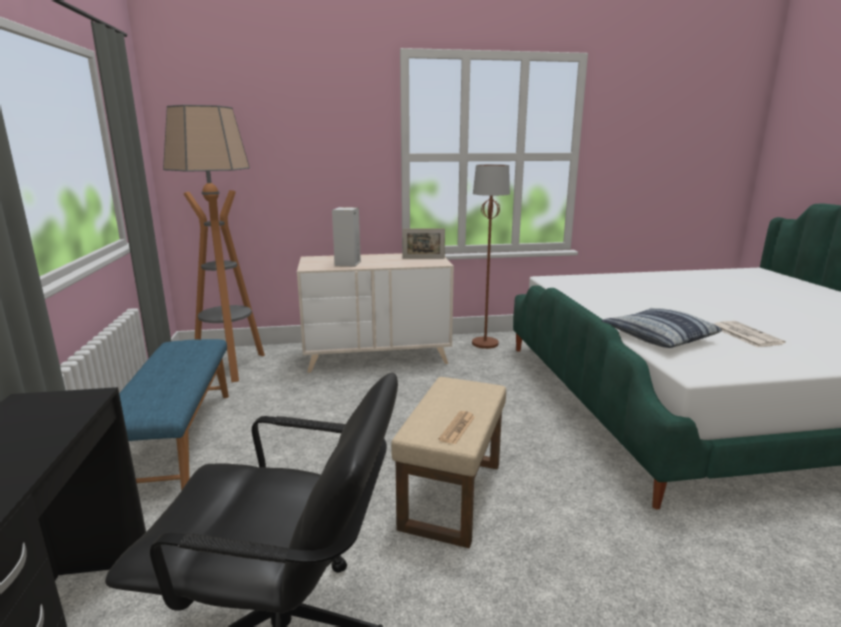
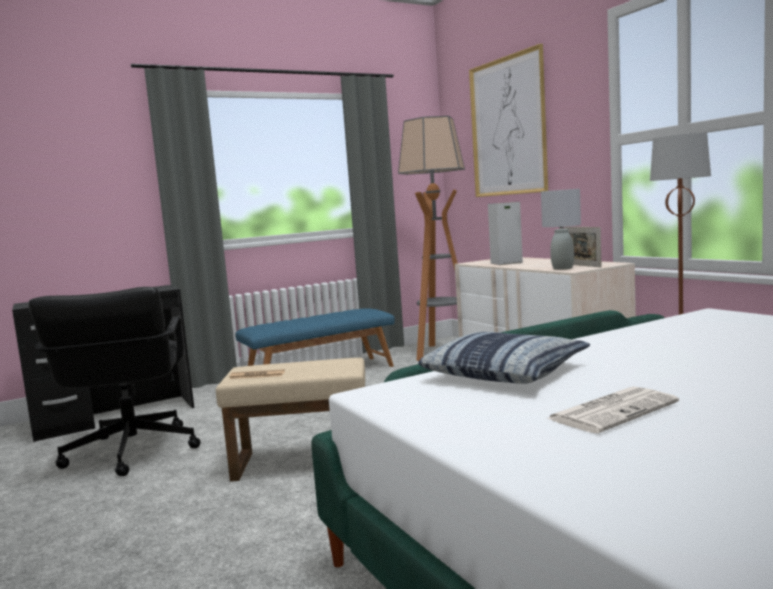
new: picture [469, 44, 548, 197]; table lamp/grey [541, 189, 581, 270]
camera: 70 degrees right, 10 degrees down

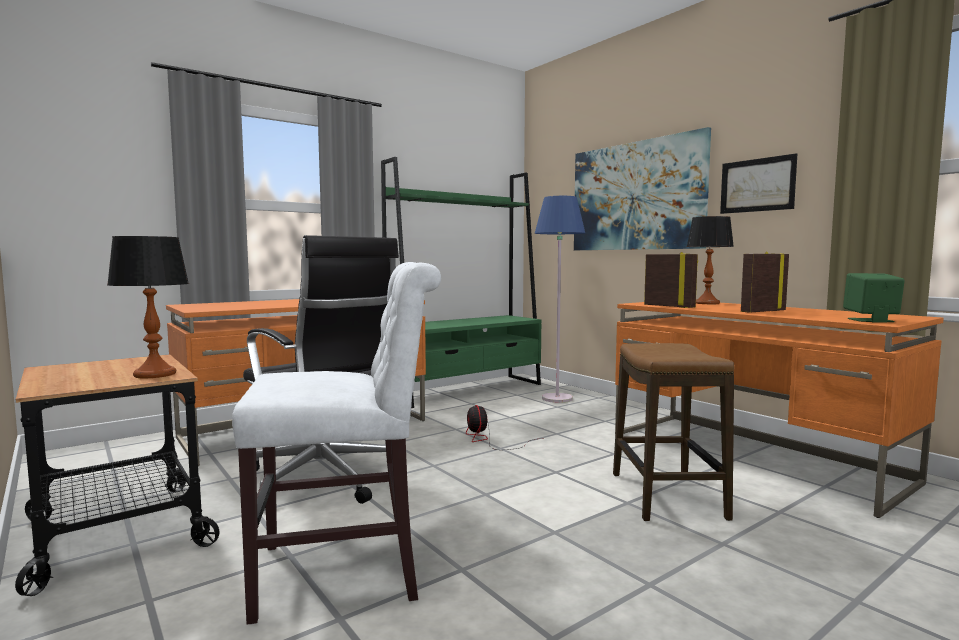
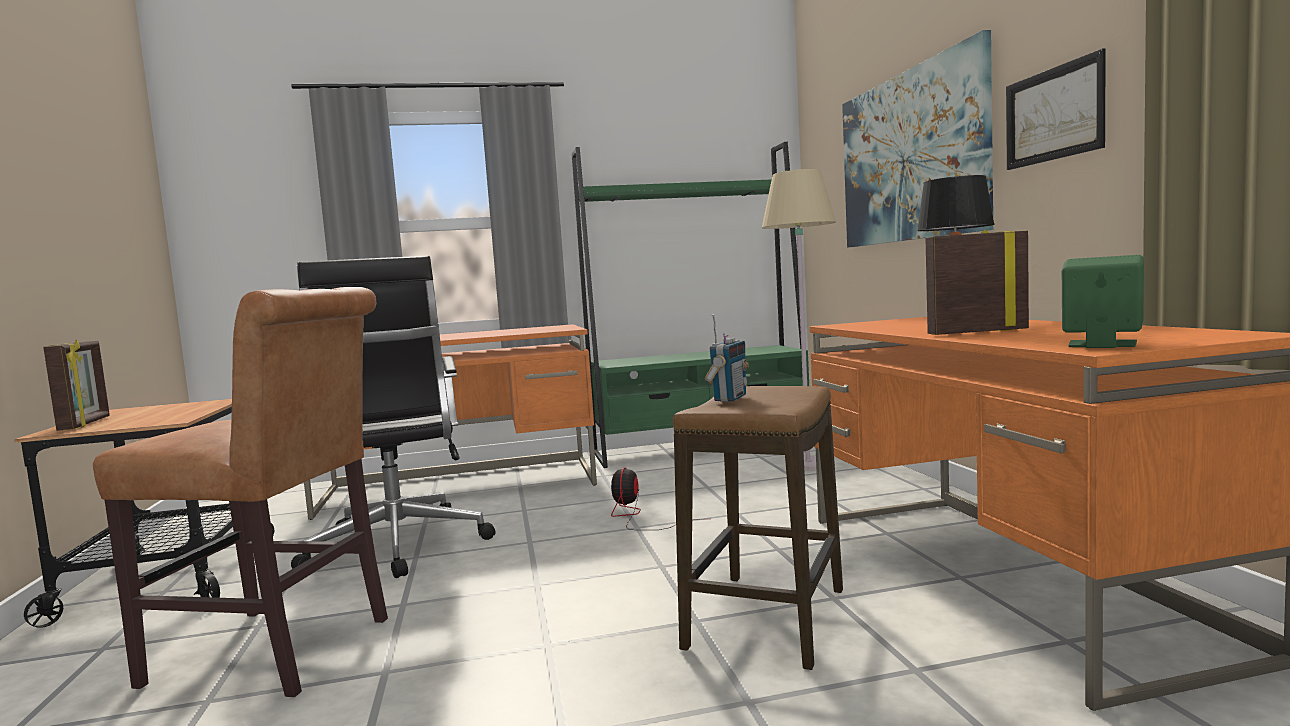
gone: table lamp [107, 236, 189, 378]
new: radio [704, 314, 749, 402]
shifted: picture frame [644, 252, 698, 308] to [43, 340, 110, 431]
repainted: chair/white [232, 262, 441, 625] to chair/brown [93, 287, 388, 698]; floor lamp/blue [535, 196, 585, 403] to floor lamp/beige [762, 169, 836, 471]
camera: 25 degrees right, 0 degrees up

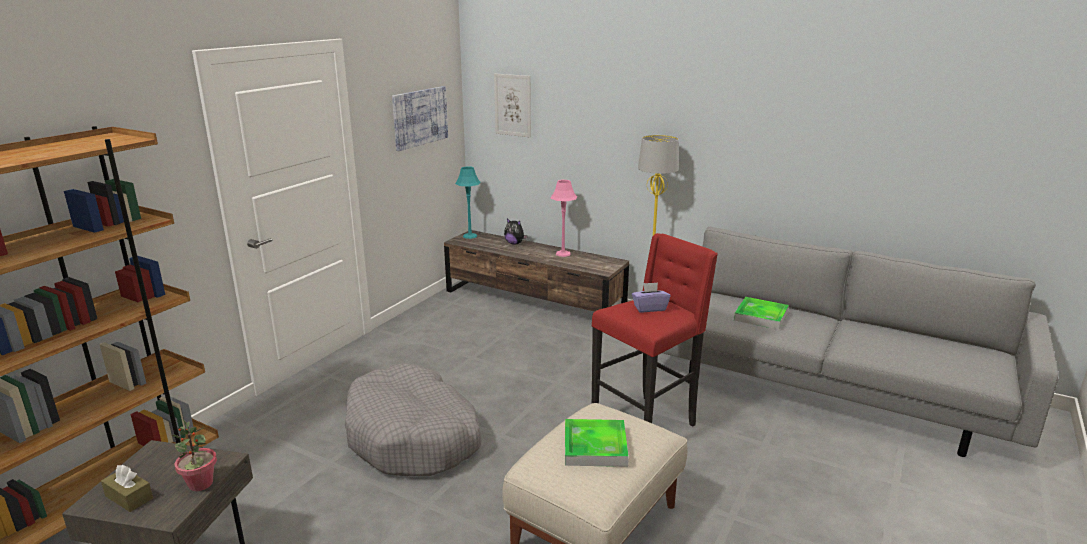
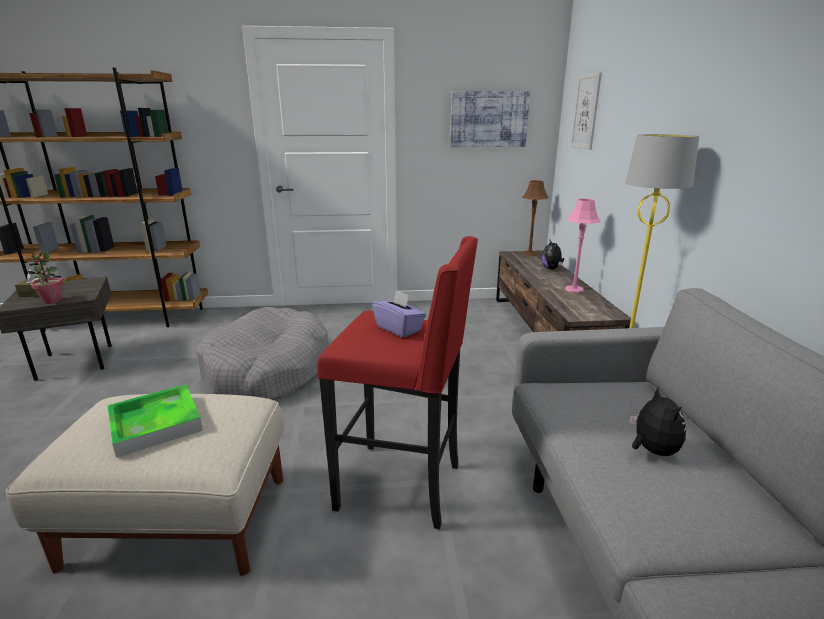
swapped: tray [734, 297, 789, 330] to plush toy [629, 387, 686, 456]
repainted: table lamp/turquoise [455, 166, 481, 239] to table lamp/brown [522, 180, 548, 256]
camera: 55 degrees right, 0 degrees up

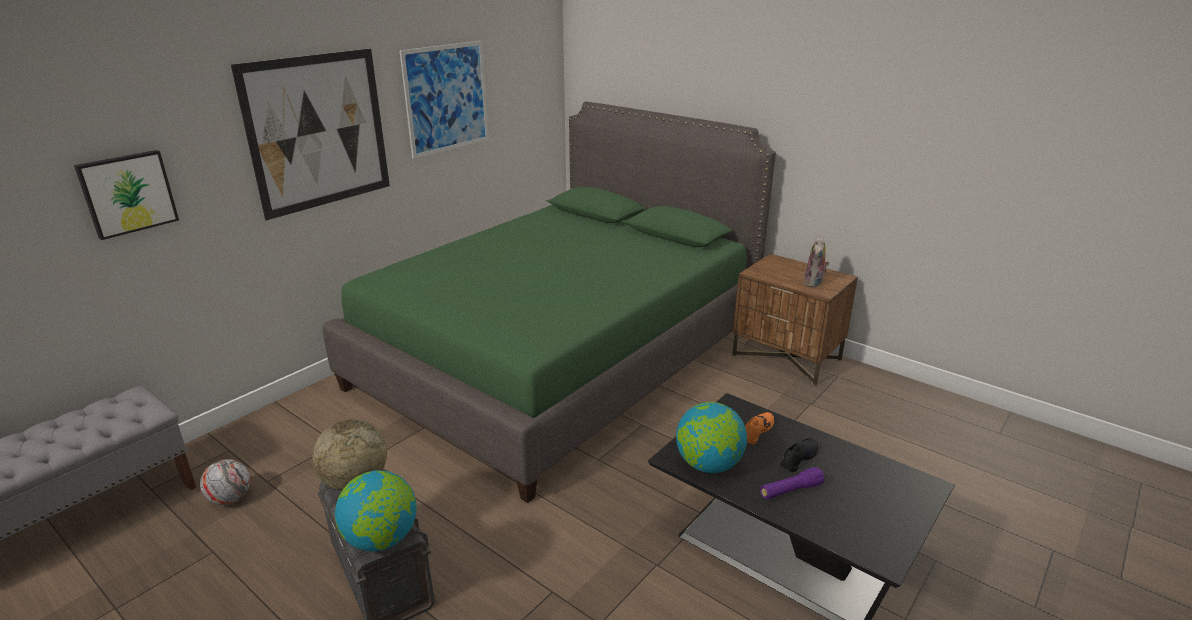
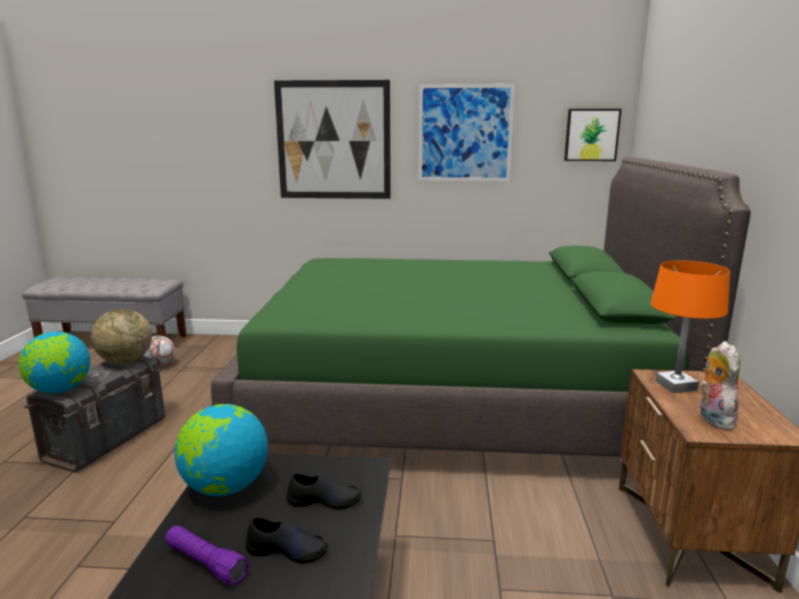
new: table lamp/orange [651, 260, 730, 393]
shifted: picture [74, 150, 179, 240] to [564, 109, 622, 161]
repainted: shoe/orange [745, 412, 774, 444] to shoe/black [286, 474, 362, 510]
rotated: plush toy [803, 237, 829, 288] = [700, 341, 740, 430] 105 degrees clockwise
camera: 55 degrees right, 10 degrees down

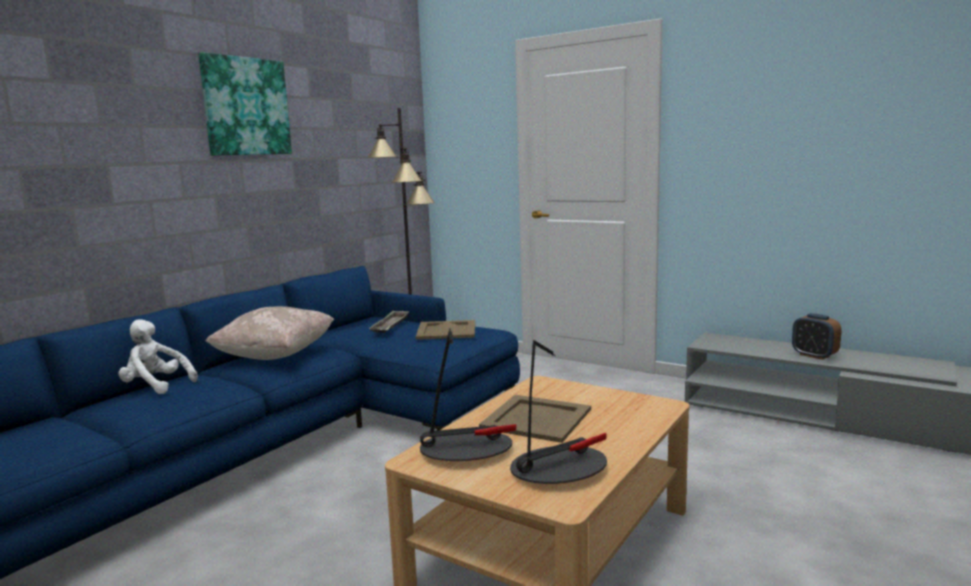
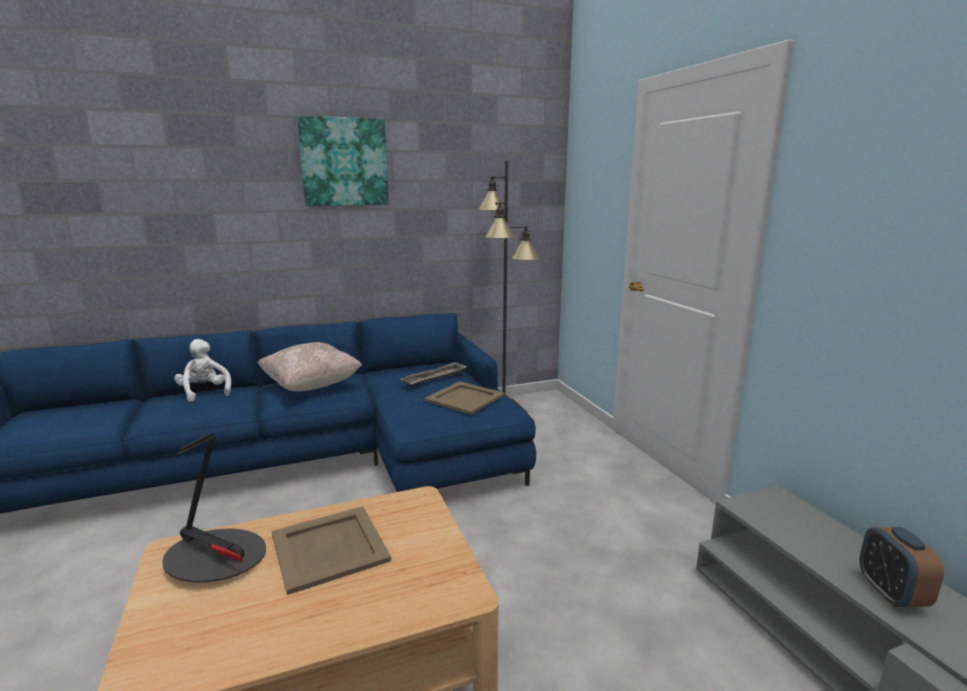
gone: table lamp [510, 340, 607, 484]
camera: 35 degrees right, 5 degrees up

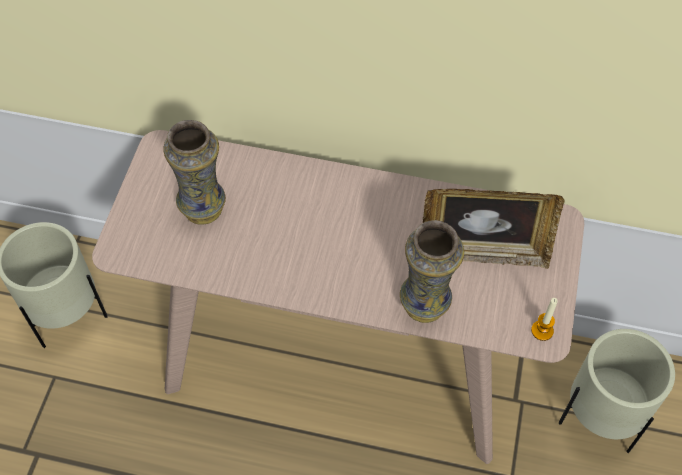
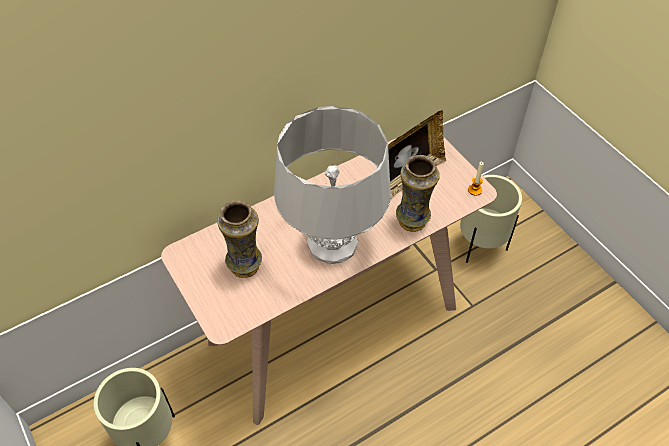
new: table lamp/grey [274, 106, 391, 264]
camera: 45 degrees left, 5 degrees down

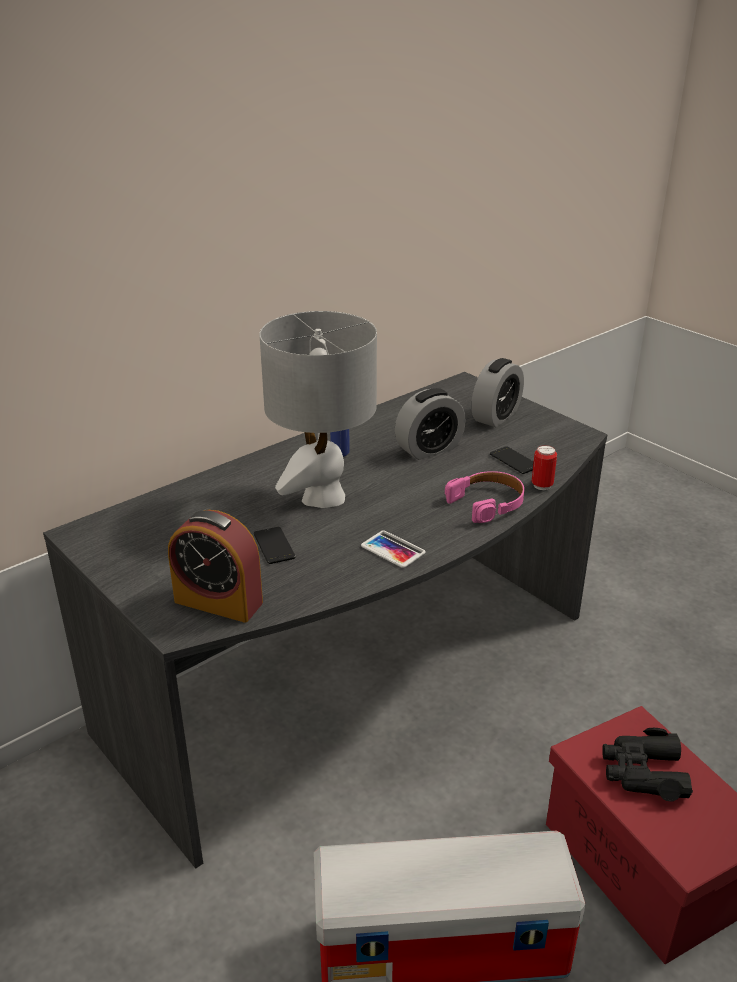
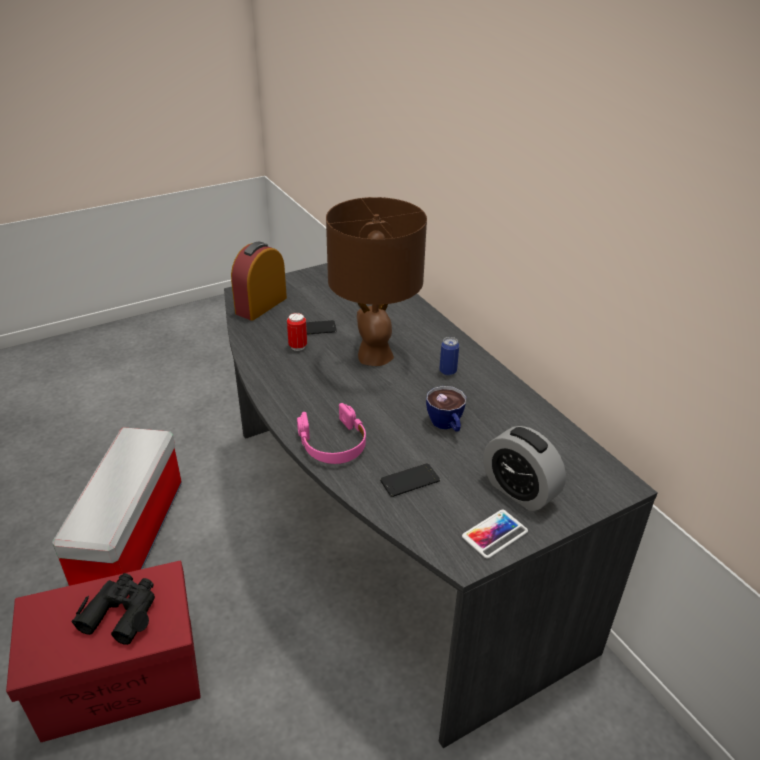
shifted: phone [361, 530, 426, 568] to [462, 510, 528, 559]; can [532, 445, 557, 490] to [287, 313, 307, 351]
swapped: alarm clock [395, 388, 466, 460] to cup [426, 386, 466, 432]
repainted: table lamp/grey [259, 311, 377, 508] to table lamp/brown [326, 197, 427, 366]
camera: 100 degrees right, 5 degrees up

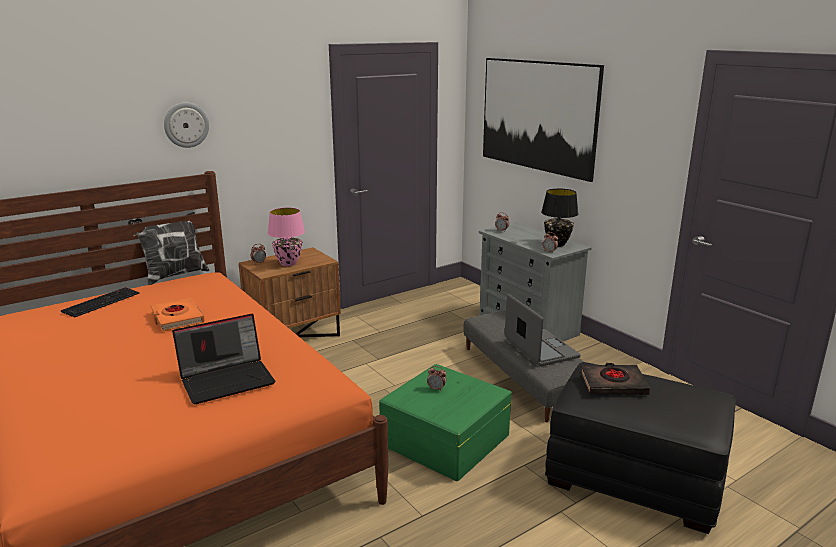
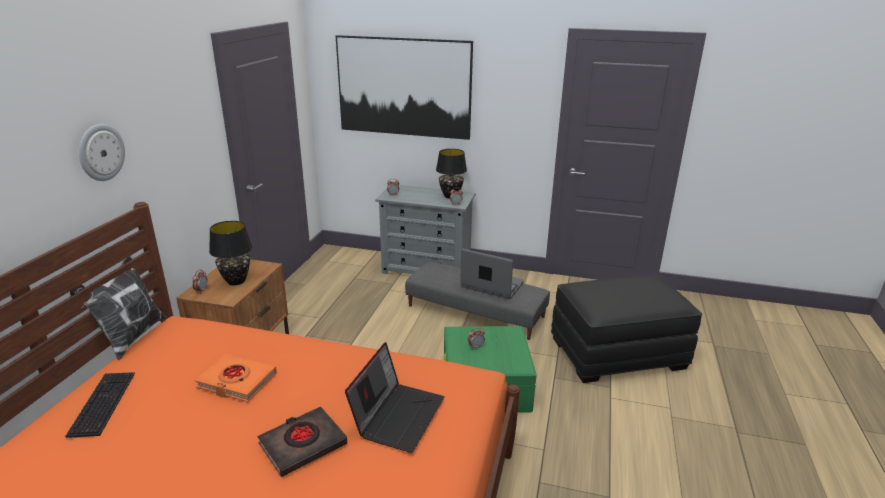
shifted: book/black [581, 363, 650, 395] to [258, 406, 347, 477]
repainted: table lamp/pink [268, 207, 305, 266] to table lamp/black [209, 221, 252, 285]
camera: 40 degrees left, 5 degrees up

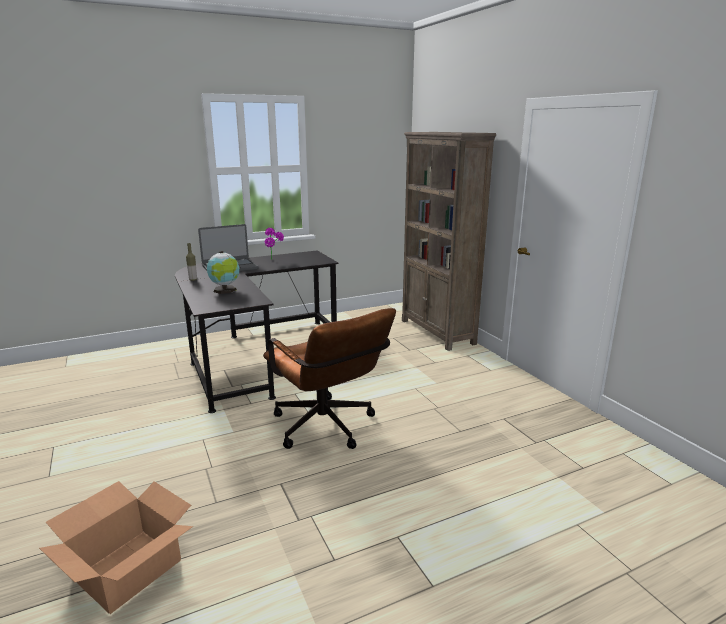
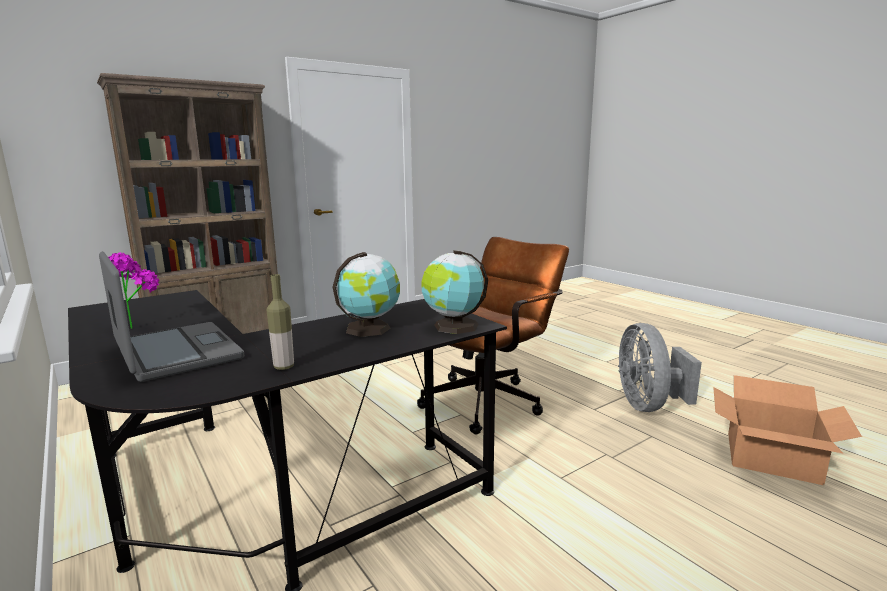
new: globe [421, 250, 488, 334]; fan/grey [618, 323, 702, 412]
camera: 100 degrees left, 5 degrees down

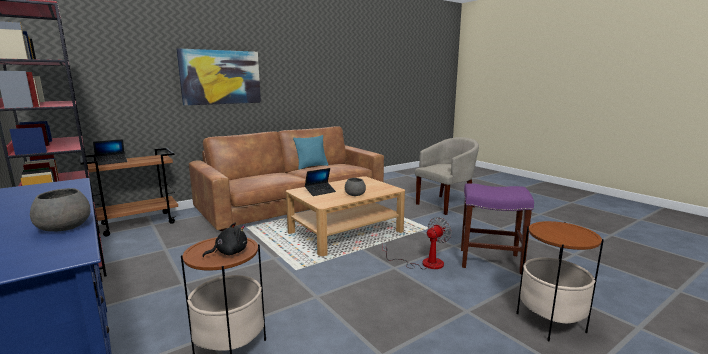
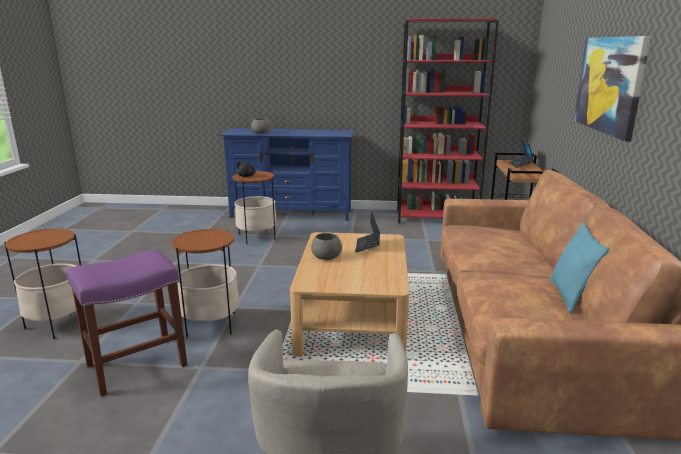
swapped: fan [382, 217, 452, 270] to side table [172, 229, 239, 338]
camera: 130 degrees right, 5 degrees up

